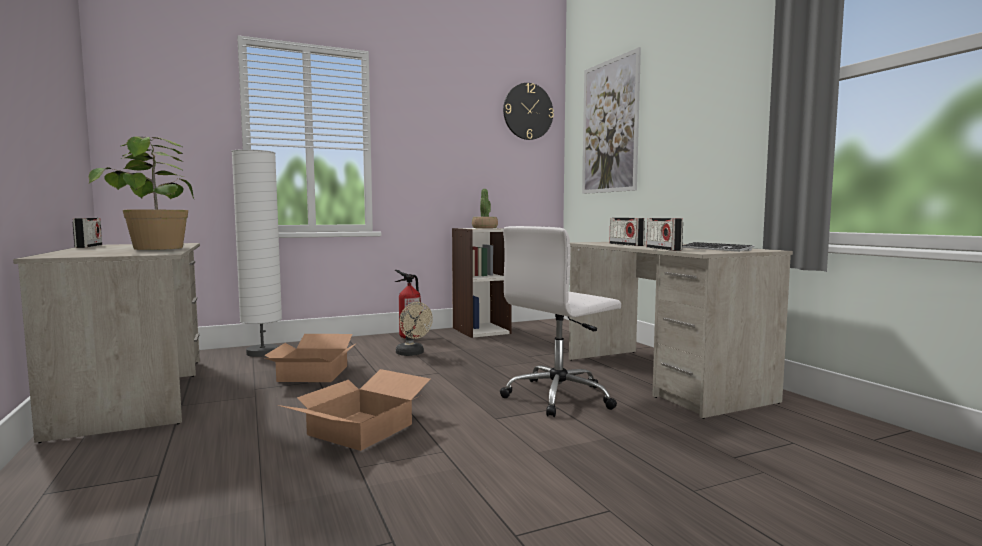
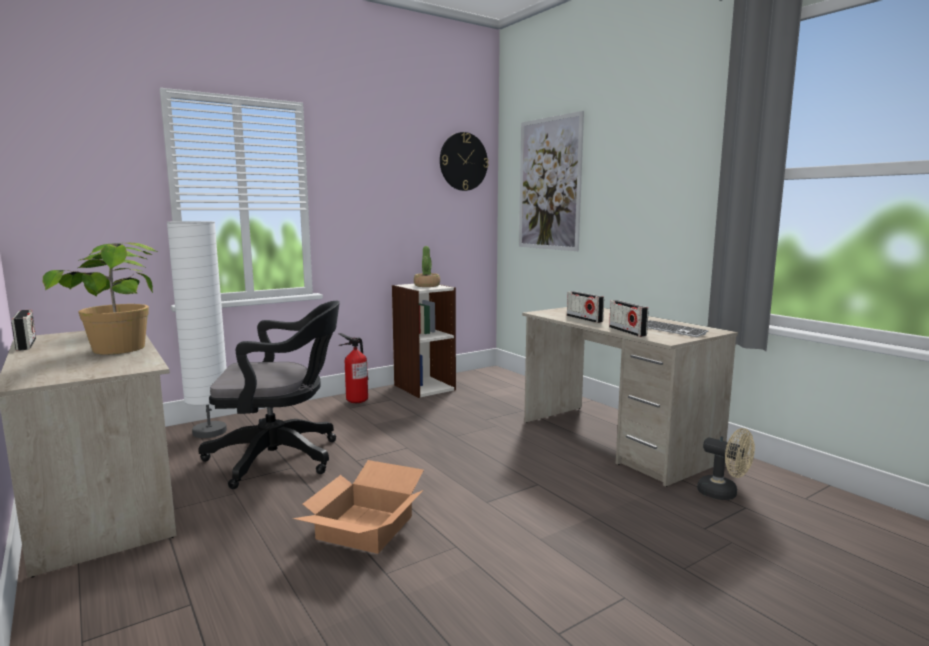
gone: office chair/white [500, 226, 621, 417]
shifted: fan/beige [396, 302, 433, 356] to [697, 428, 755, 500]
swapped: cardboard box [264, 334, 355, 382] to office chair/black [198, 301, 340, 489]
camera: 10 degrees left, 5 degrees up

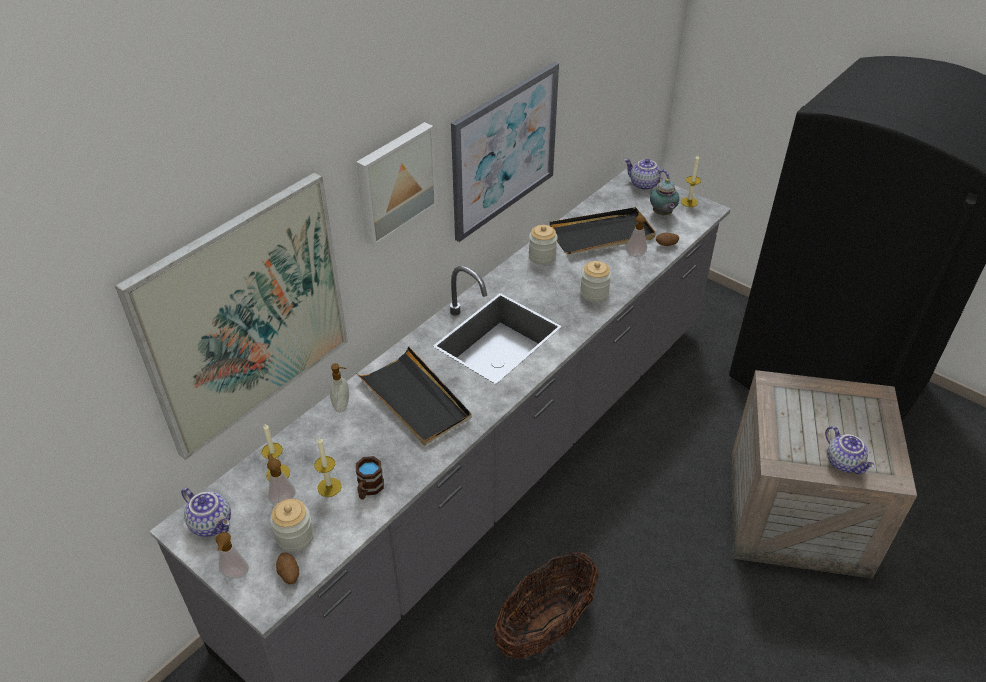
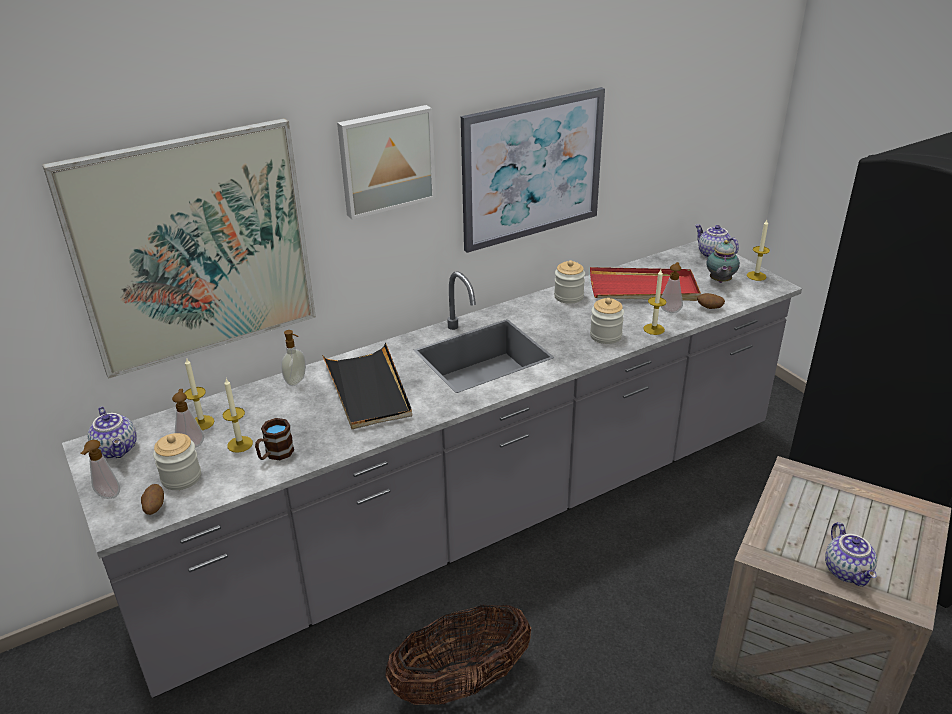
new: candle [643, 270, 666, 335]
repainted: tray/black [550, 207, 656, 255] to tray/red [590, 267, 701, 301]
camera: 20 degrees right, 10 degrees down

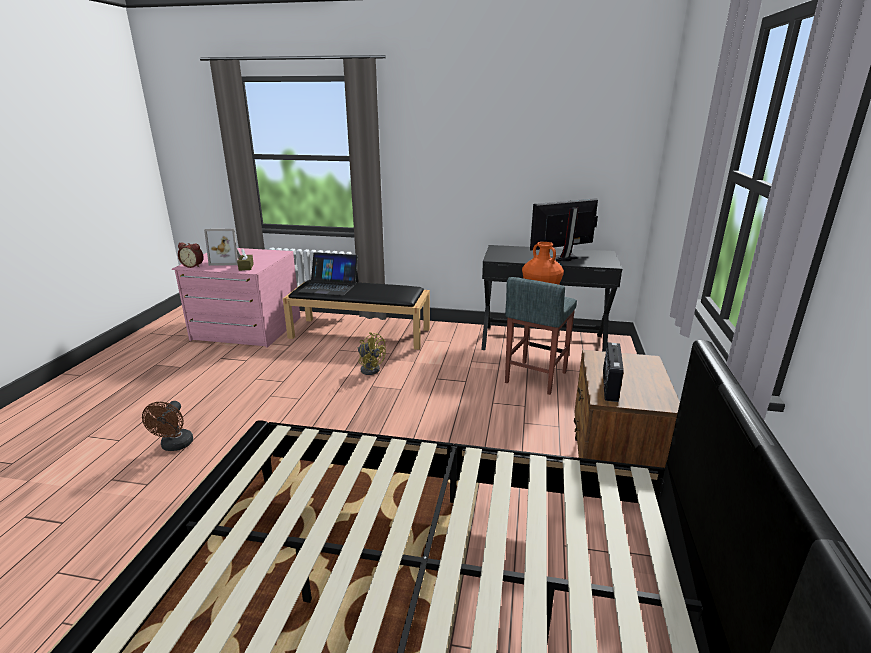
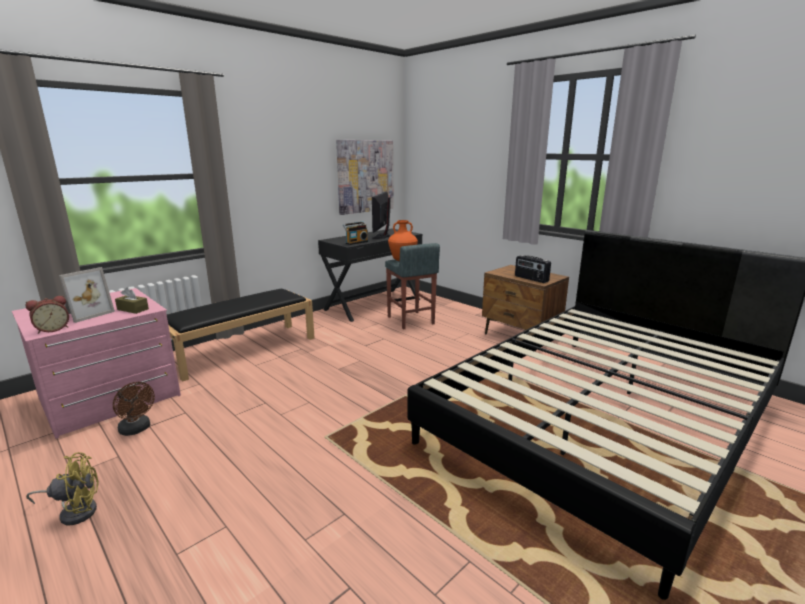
gone: laptop [298, 252, 359, 296]
new: picture [336, 140, 394, 215]; radio [343, 221, 368, 245]
shifted: fan/brown [142, 401, 193, 451] to [113, 382, 155, 436]; fan/yellow [358, 332, 386, 375] to [26, 452, 99, 525]
camera: 55 degrees left, 5 degrees down

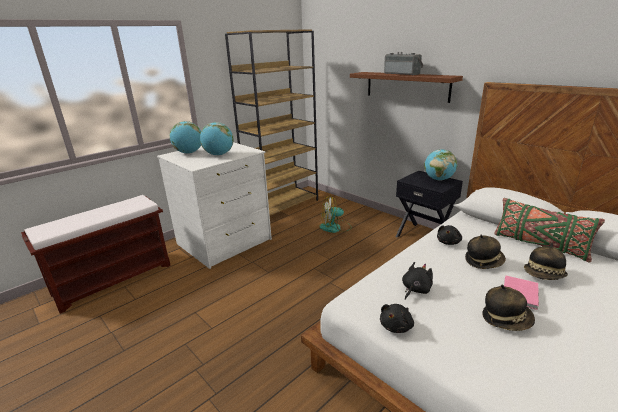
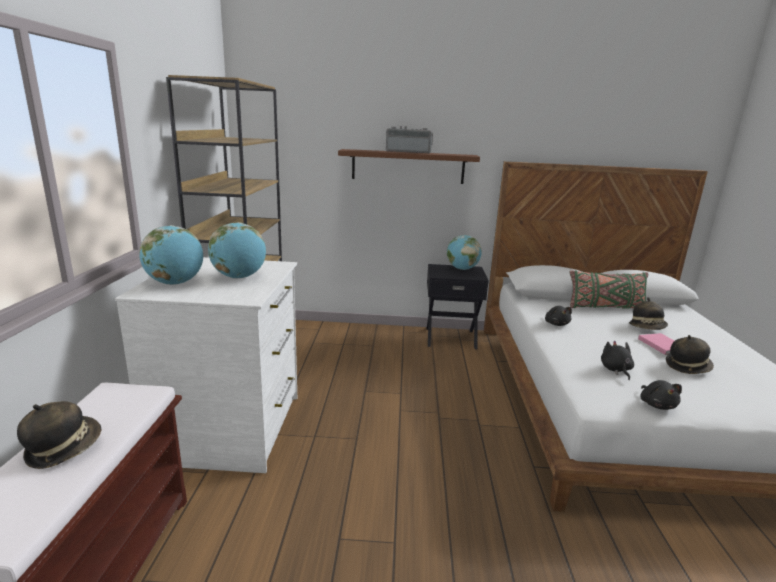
gone: fan [320, 195, 352, 233]
shifted: hat [465, 235, 506, 269] to [17, 401, 101, 469]
camera: 45 degrees left, 5 degrees down

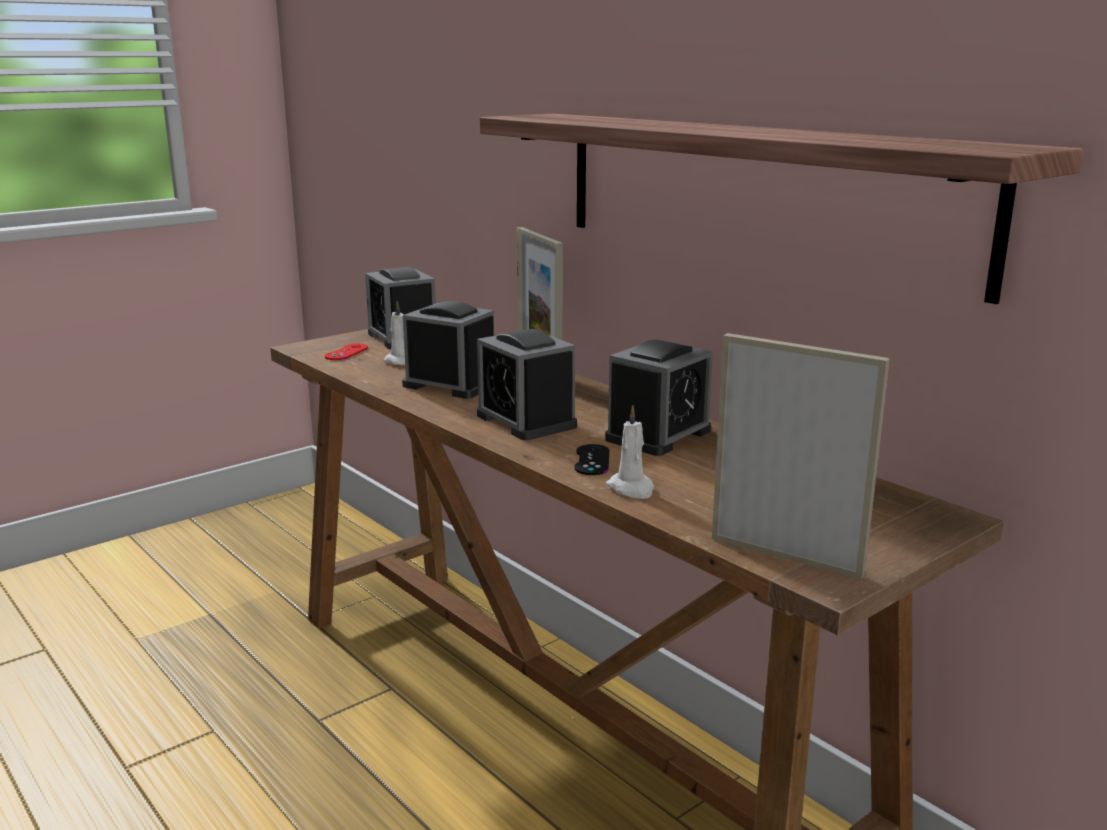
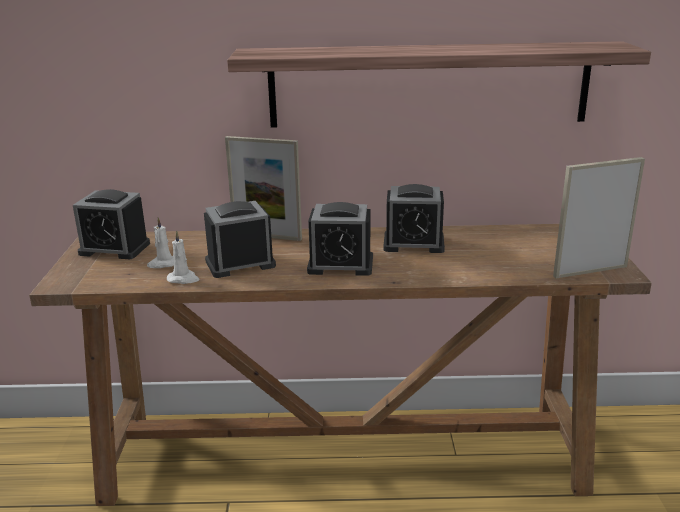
gone: game controller/red [325, 343, 368, 360]; game controller/black [574, 444, 609, 475]
shifted: candle/white [606, 406, 654, 499] to [167, 230, 199, 284]
rotated: alarm clock [605, 340, 713, 456] = [383, 184, 445, 253] 105 degrees clockwise
camera: 50 degrees left, 5 degrees up

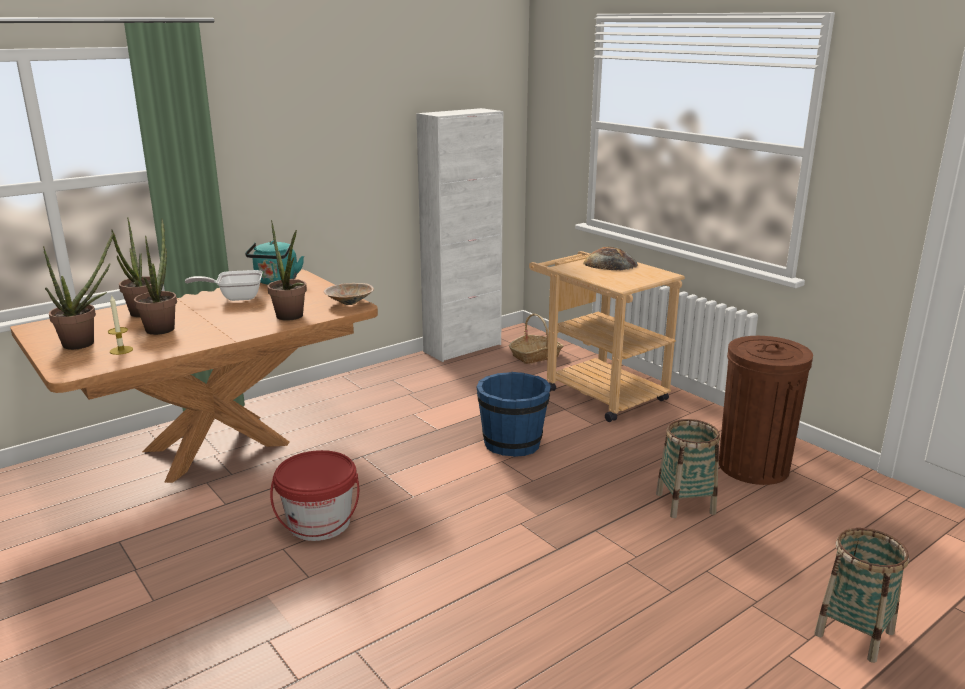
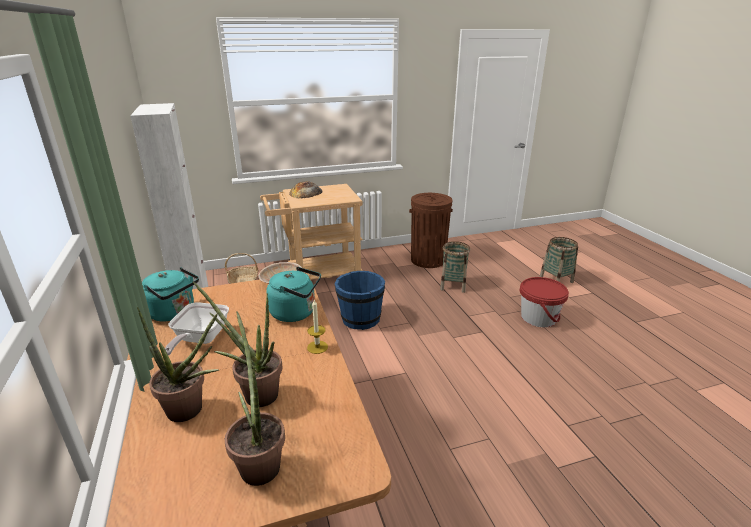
shifted: candle [108, 296, 133, 355] to [307, 300, 328, 354]; bucket/red [270, 450, 359, 541] to [520, 277, 569, 327]
swapped: potted plant [267, 220, 307, 321] to kettle/turquoise [266, 267, 321, 322]
camera: 70 degrees left, 5 degrees up

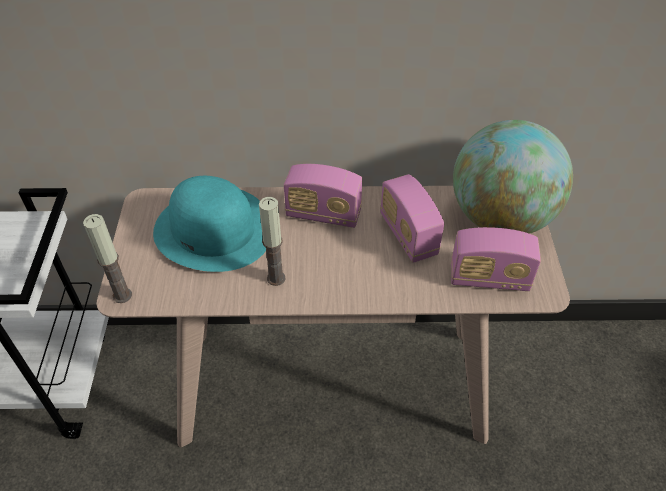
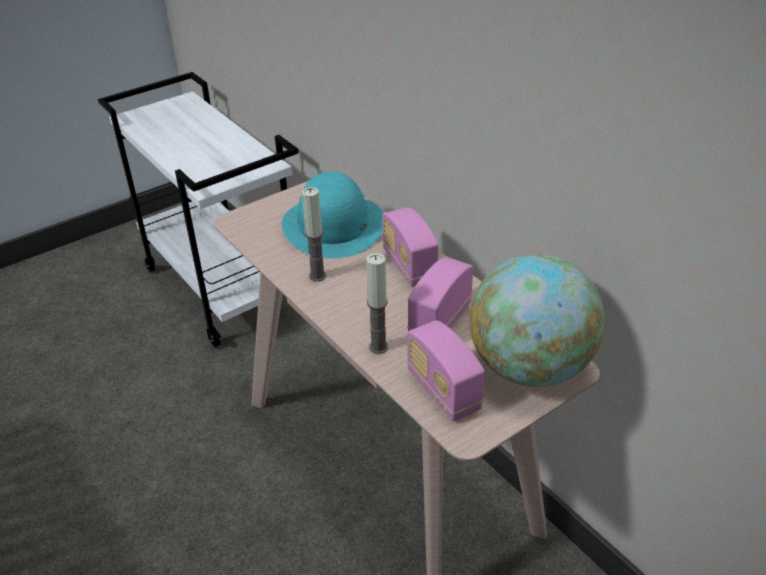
shifted: candle [83, 214, 132, 303] to [366, 253, 388, 354]
camera: 55 degrees right, 10 degrees down

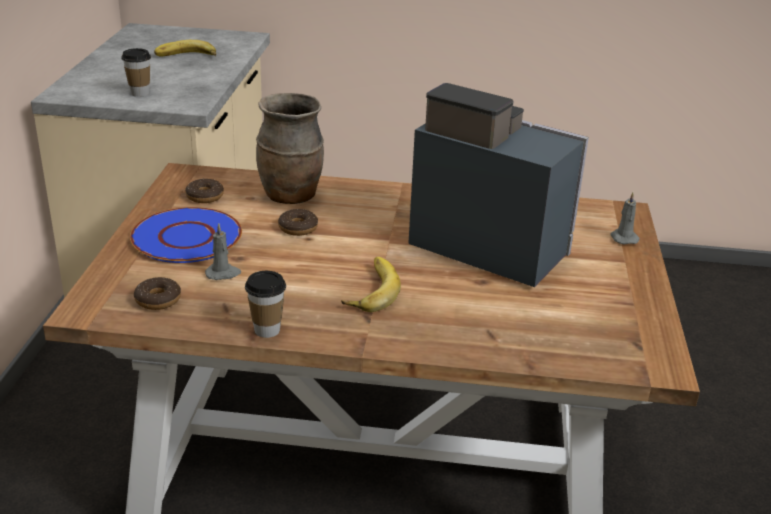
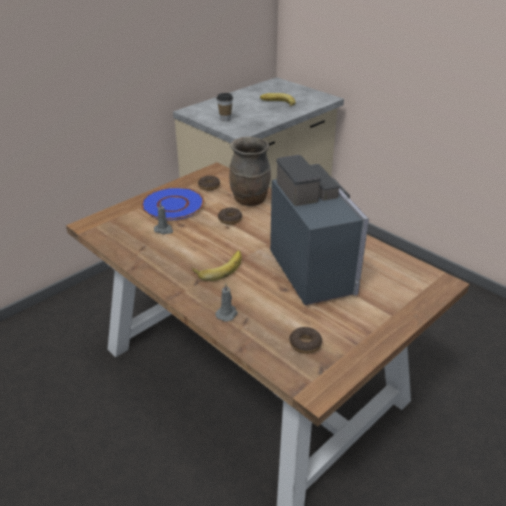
gone: cup [245, 271, 286, 338]
shifted: donut [134, 277, 181, 310] to [289, 327, 322, 354]; candle/grey [611, 192, 640, 245] to [215, 283, 238, 322]
camera: 40 degrees right, 5 degrees up

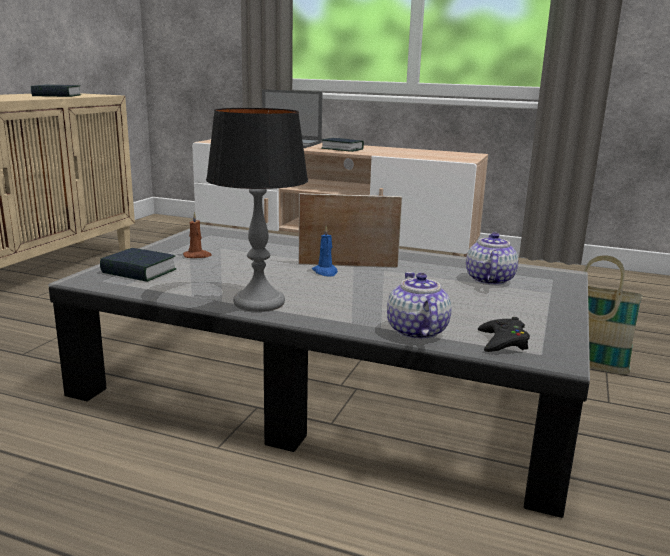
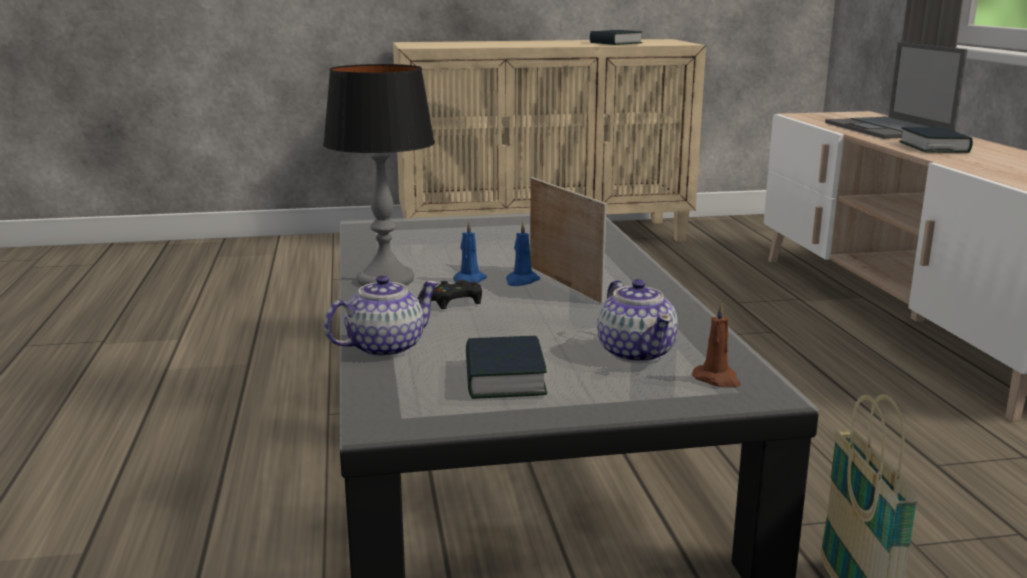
new: candle/blue [453, 220, 487, 283]
shifted: book [100, 248, 177, 282] to [466, 336, 547, 399]; candle/brown [183, 212, 211, 258] to [692, 301, 741, 387]; game controller/black [478, 317, 530, 352] to [431, 280, 482, 309]
rotated: teapot [466, 233, 518, 286] = [597, 279, 678, 363] 90 degrees clockwise
camera: 60 degrees right, 0 degrees up

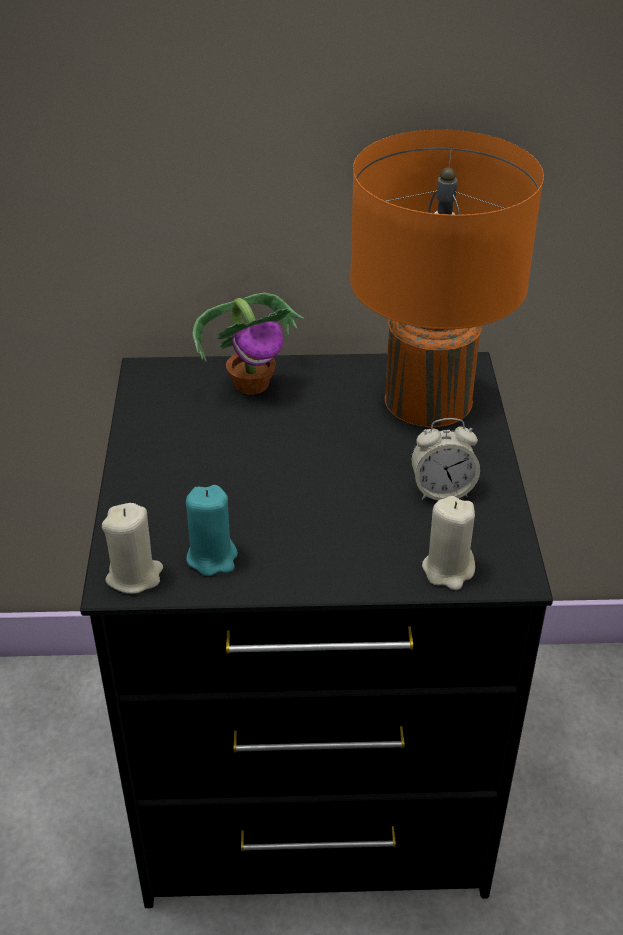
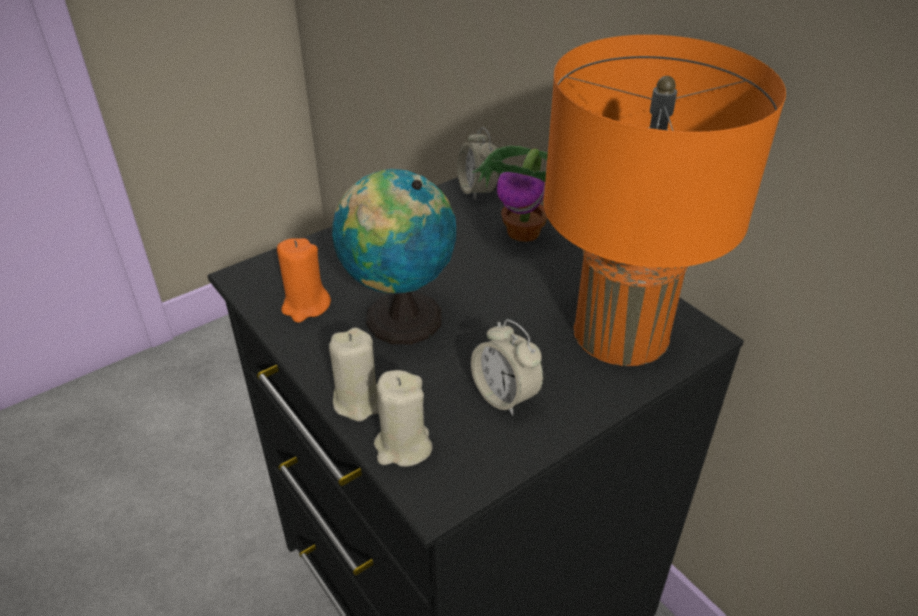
new: globe [332, 169, 456, 344]; alarm clock [457, 127, 500, 201]
shifted: candle/beige [102, 503, 163, 594] to [329, 328, 379, 421]
repainted: candle/turquoise [186, 485, 238, 576] to candle/orange [277, 238, 331, 323]
camera: 55 degrees right, 0 degrees up

